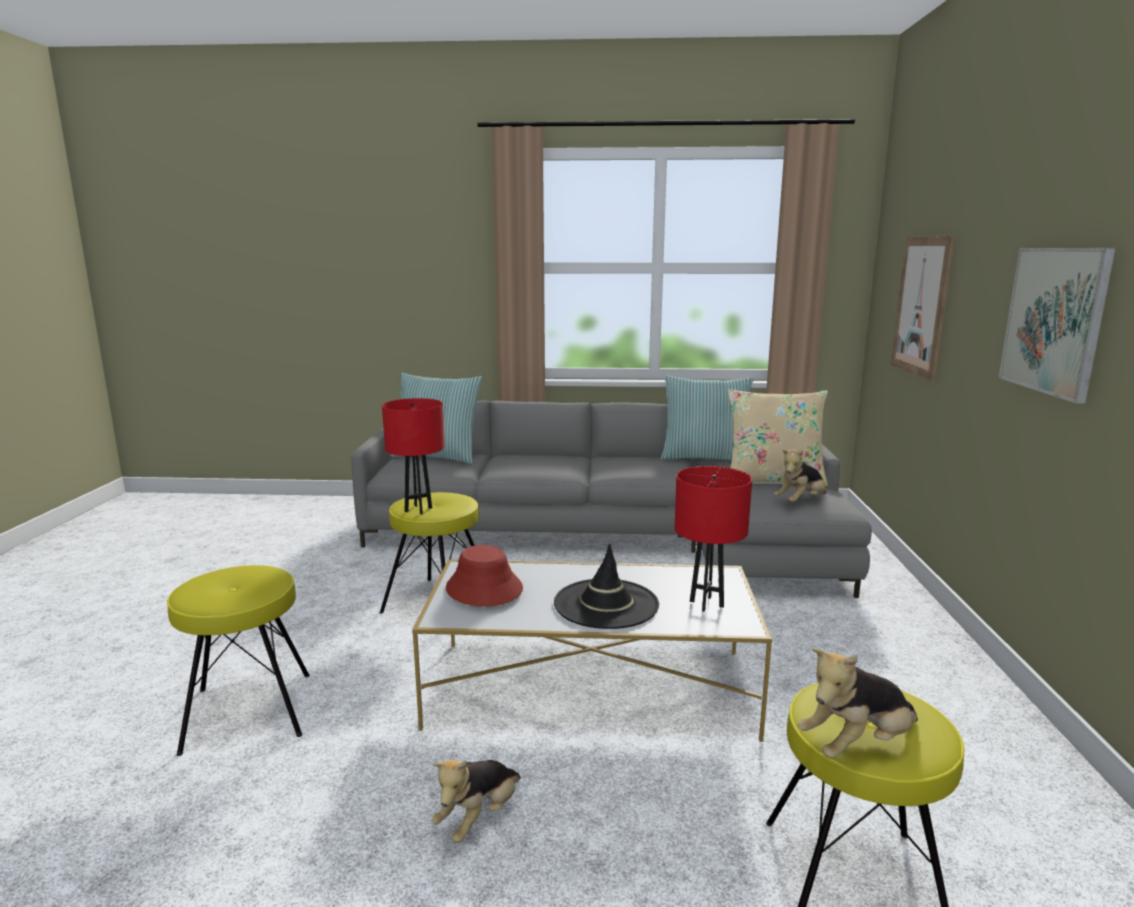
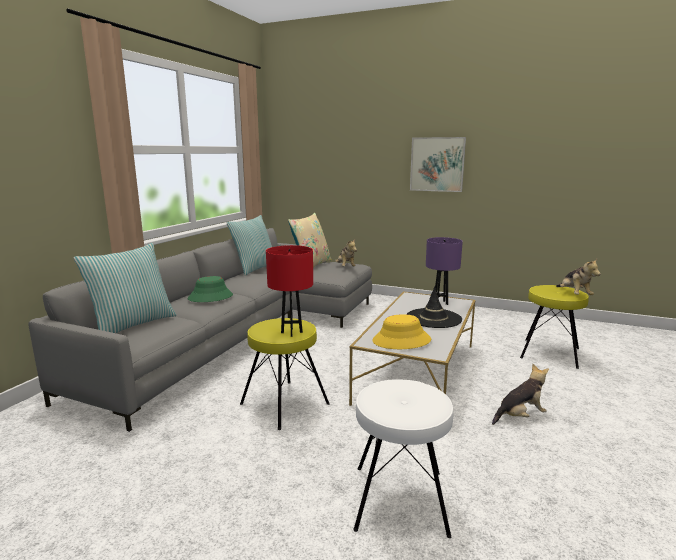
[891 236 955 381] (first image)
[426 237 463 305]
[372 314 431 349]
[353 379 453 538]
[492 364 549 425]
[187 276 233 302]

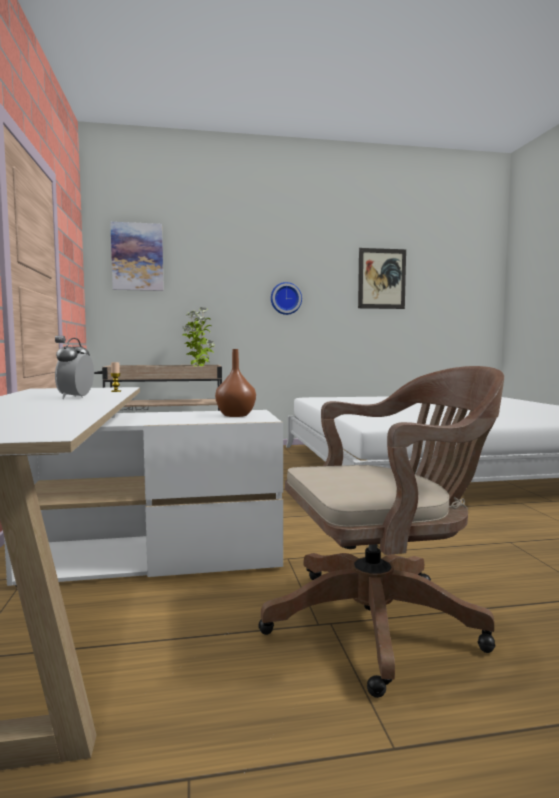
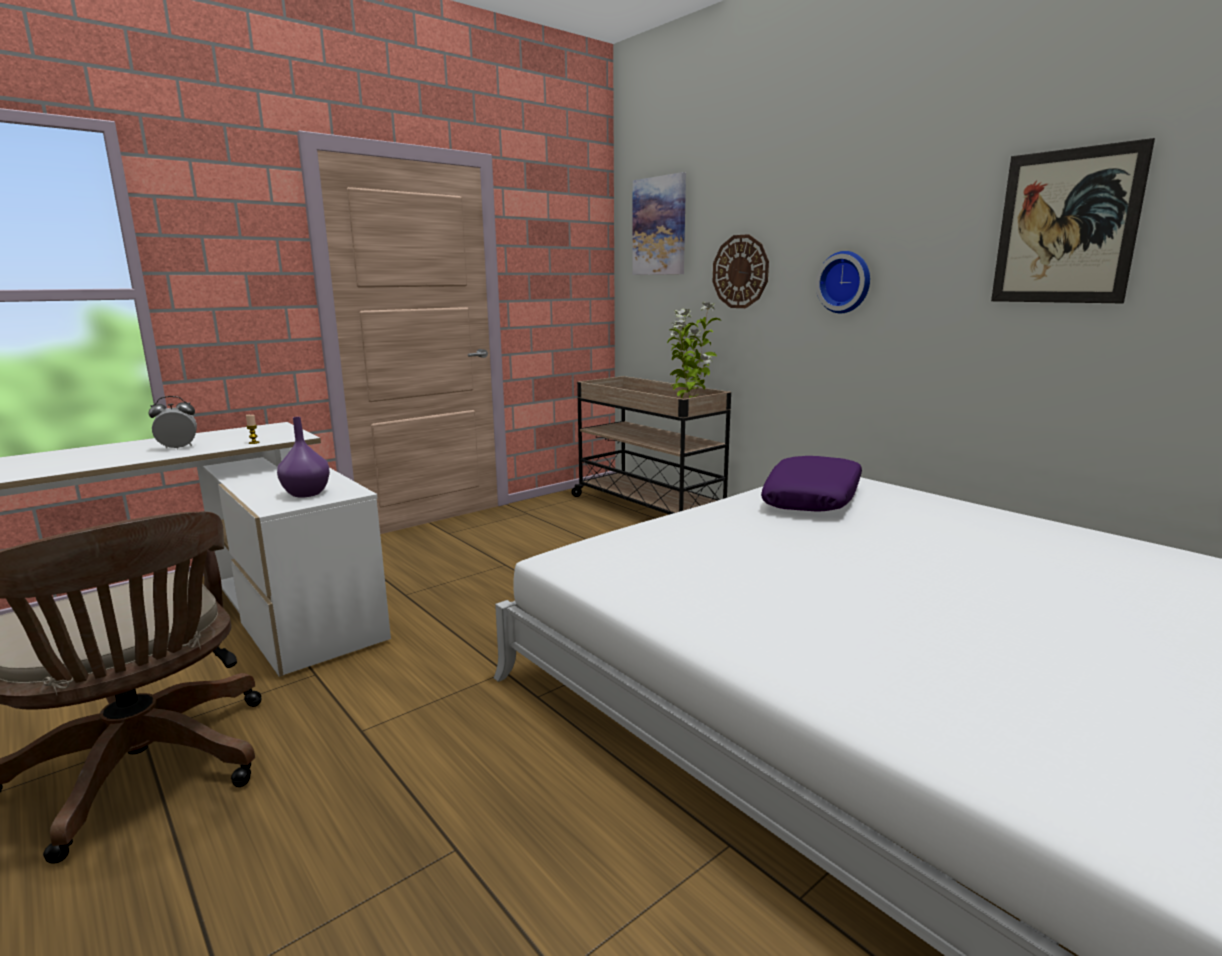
[277 417 330 498]
[713 234 769 308]
[761 456 862 511]

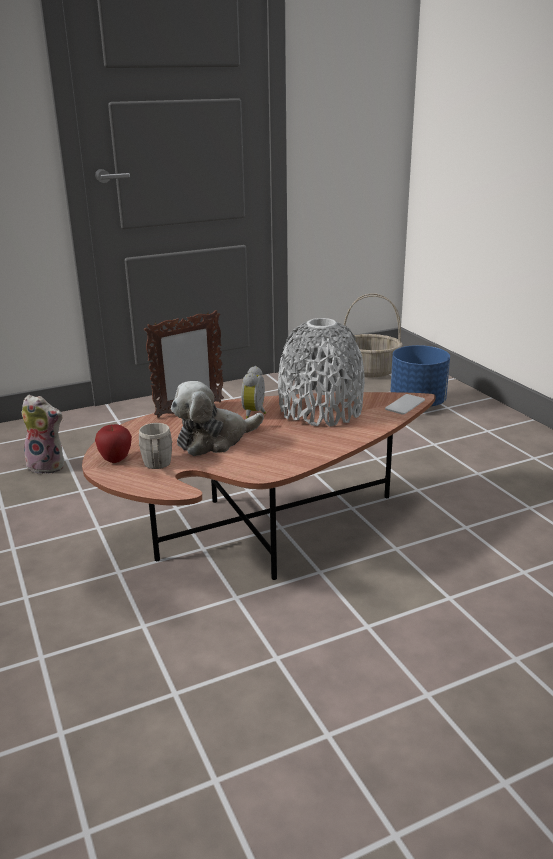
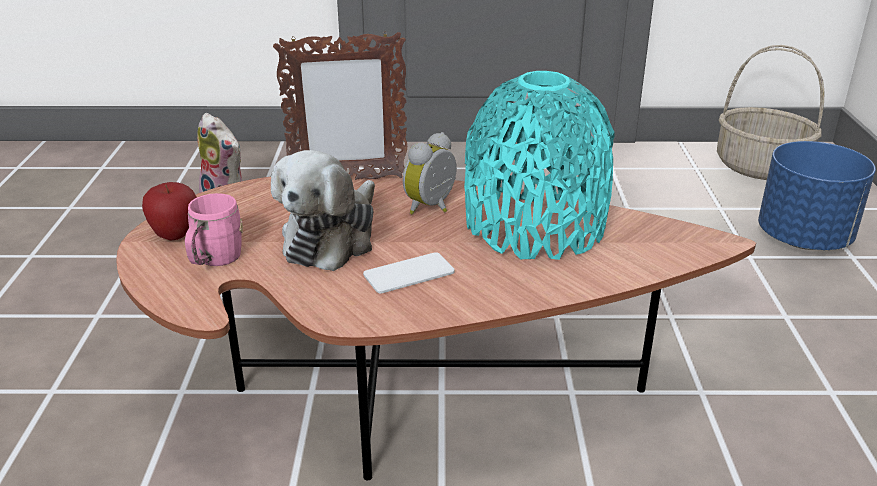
[464 71 615 260]
[271 150 375 271]
[363 252 455 293]
[185 193 243 266]

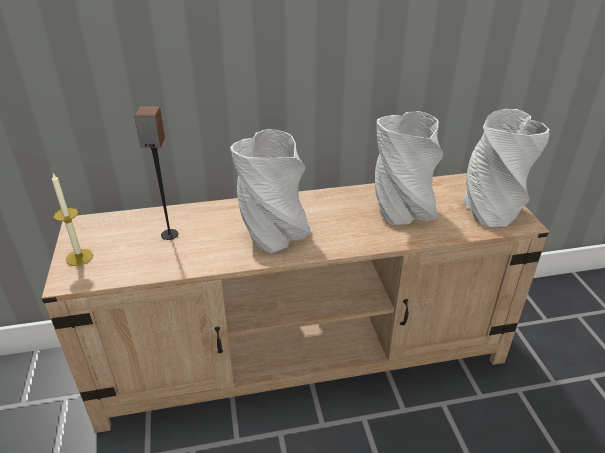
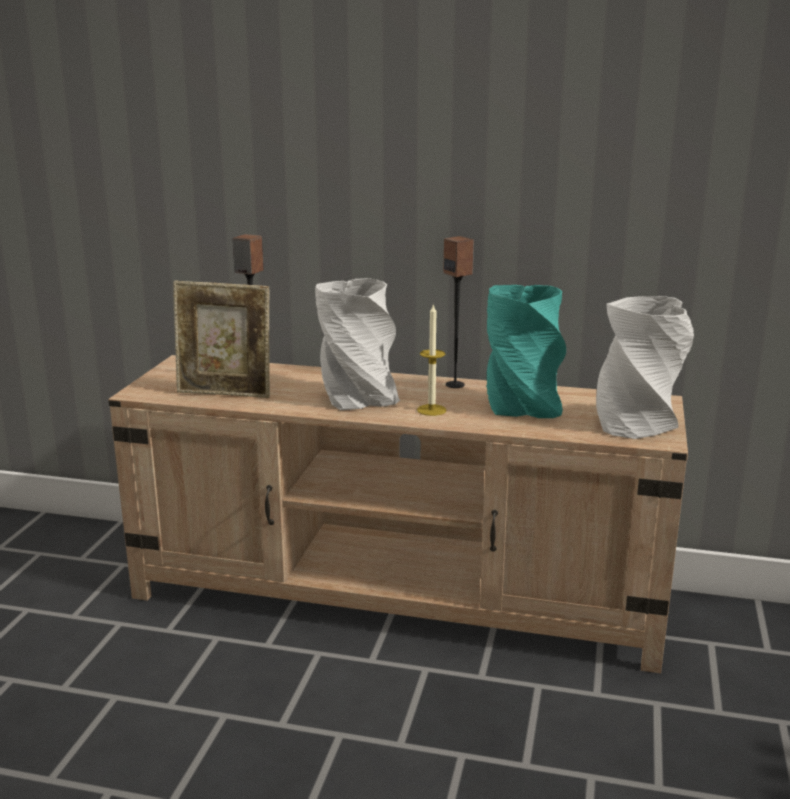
[486 285 566 418]
[417 304 446 416]
[443 236 474 388]
[173 281 270 398]

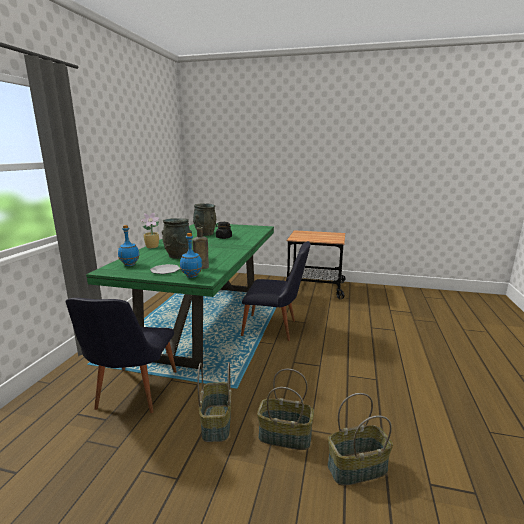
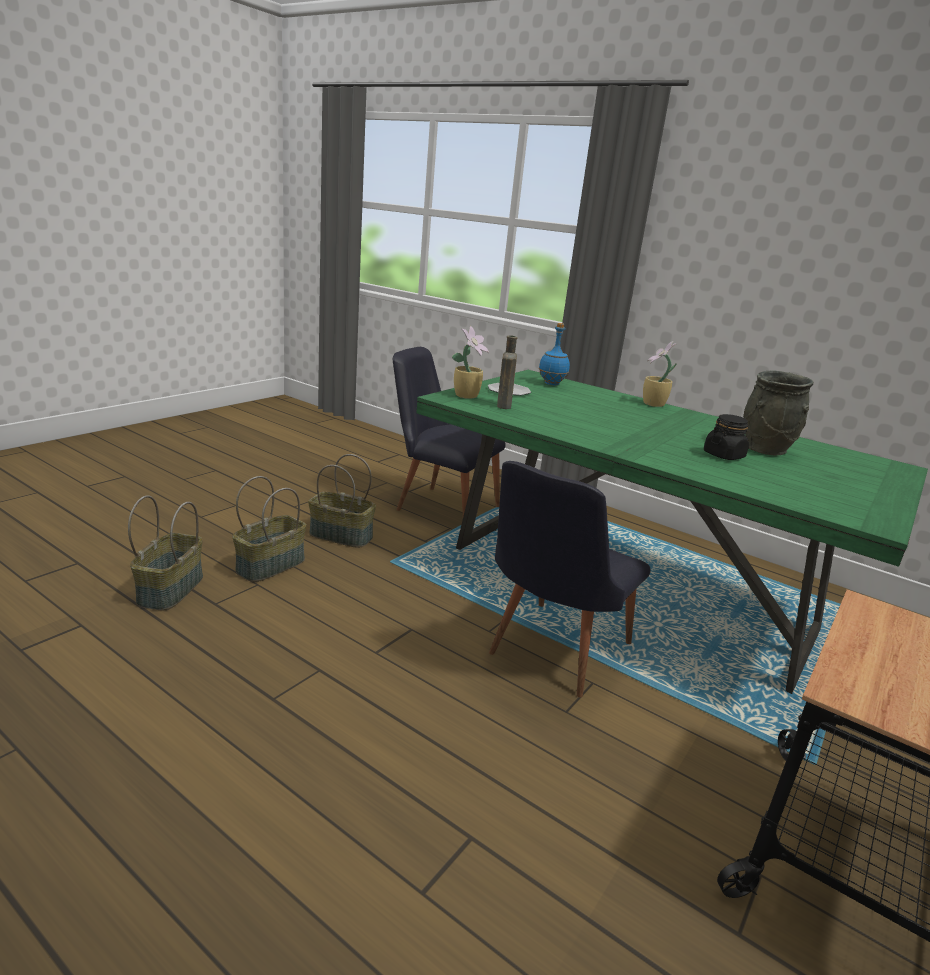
[162 218 192 259] (first image)
[452 326 489 399]

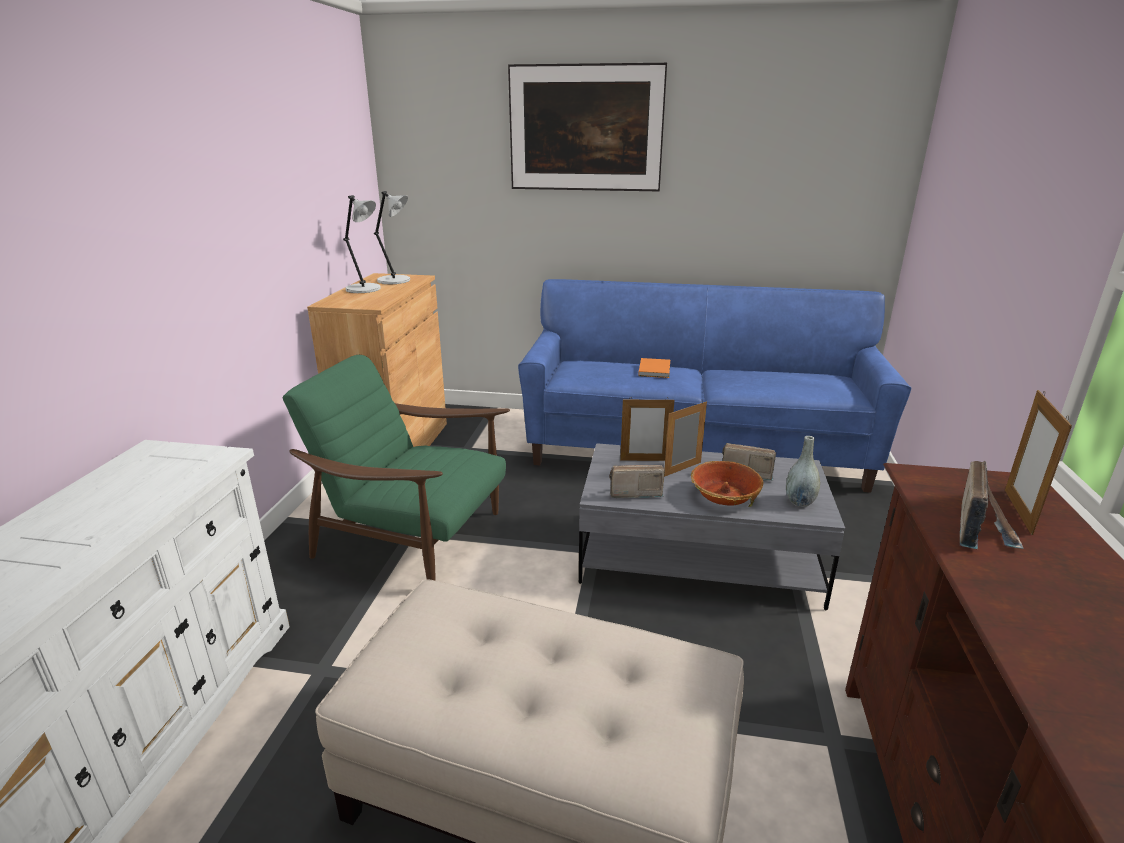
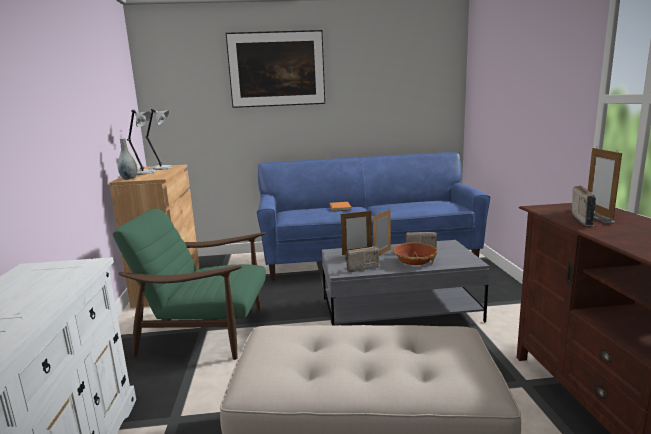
[117 138 137 180]

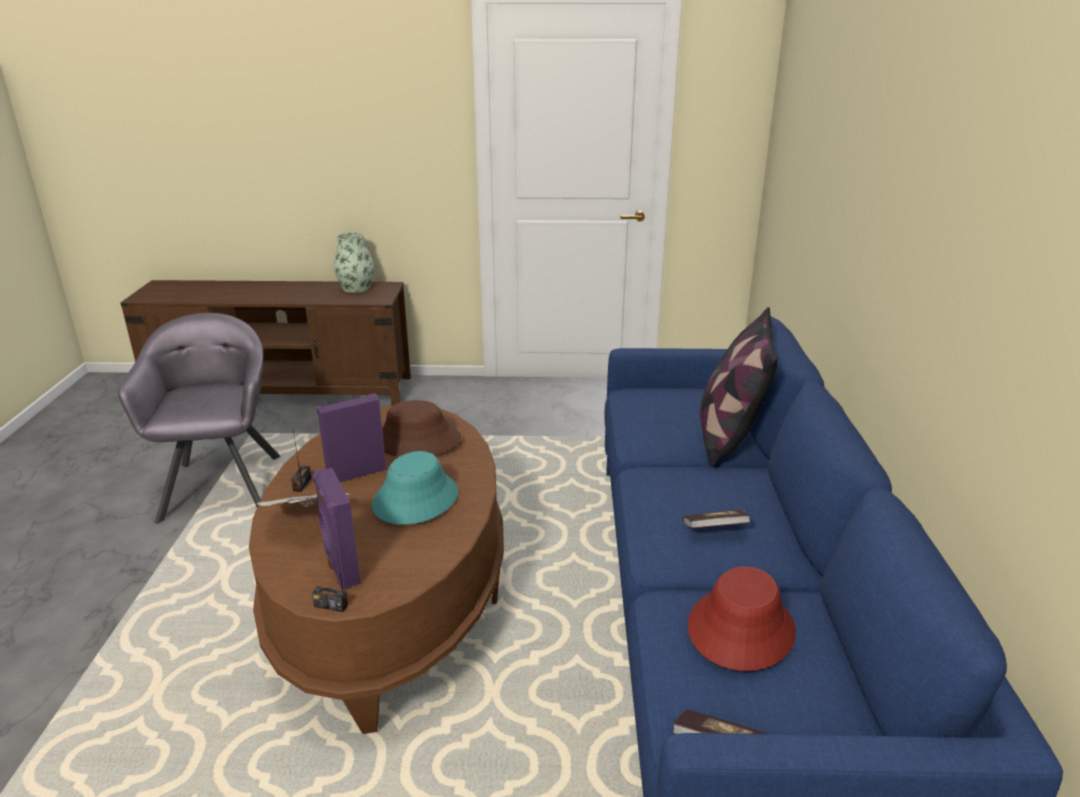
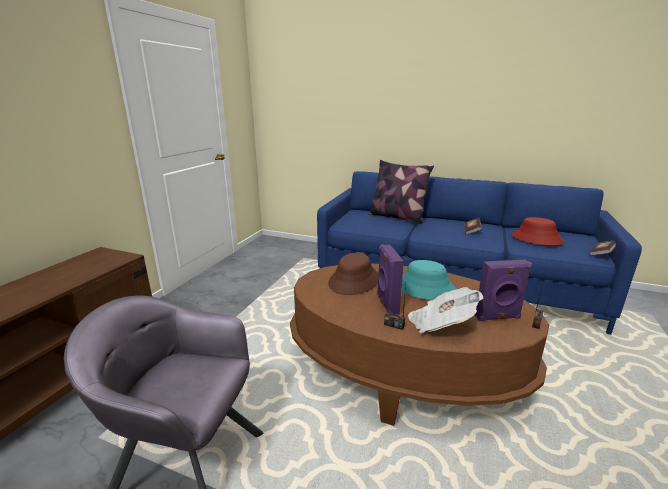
[334 233 374 293] (first image)

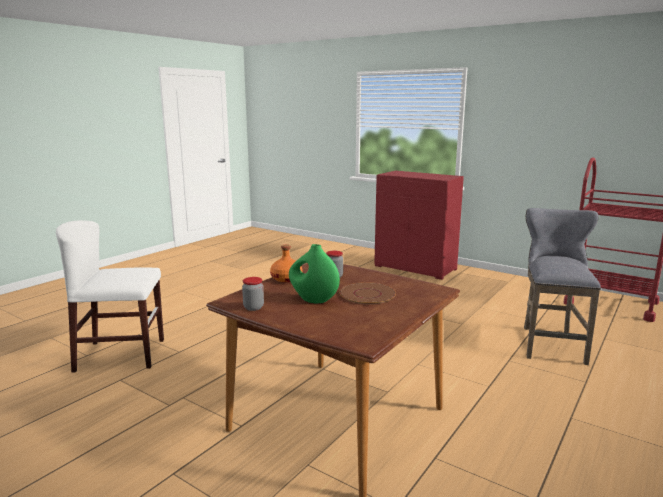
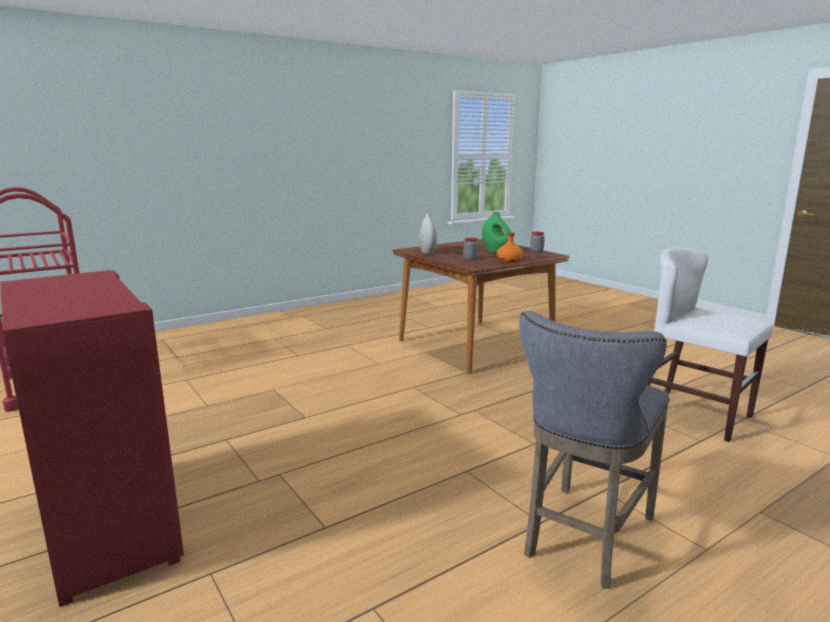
[519 311 670 589]
[647 247 773 442]
[418 213 437 254]

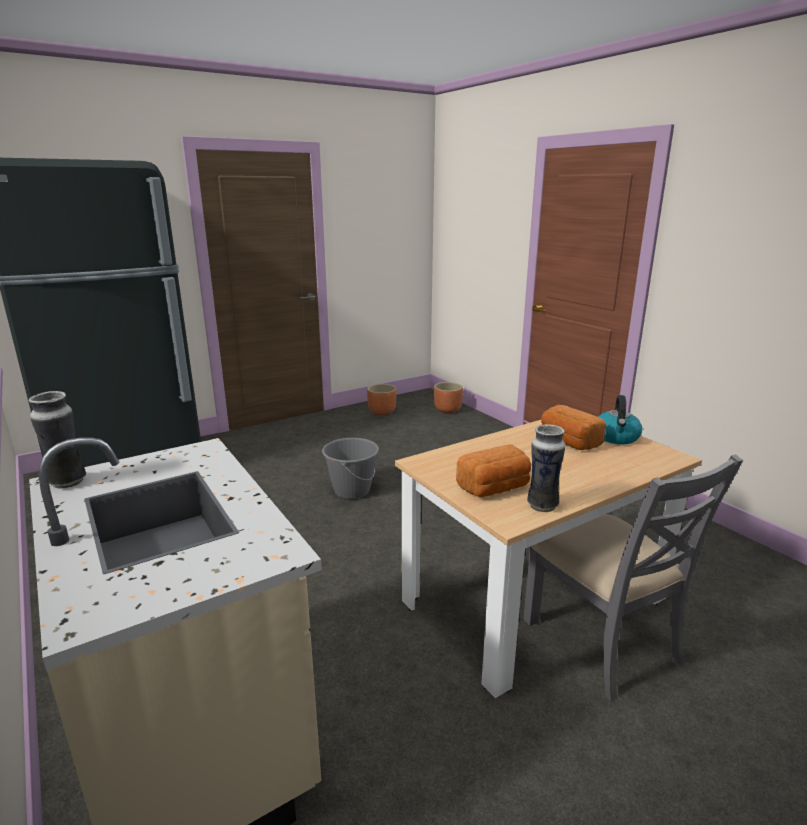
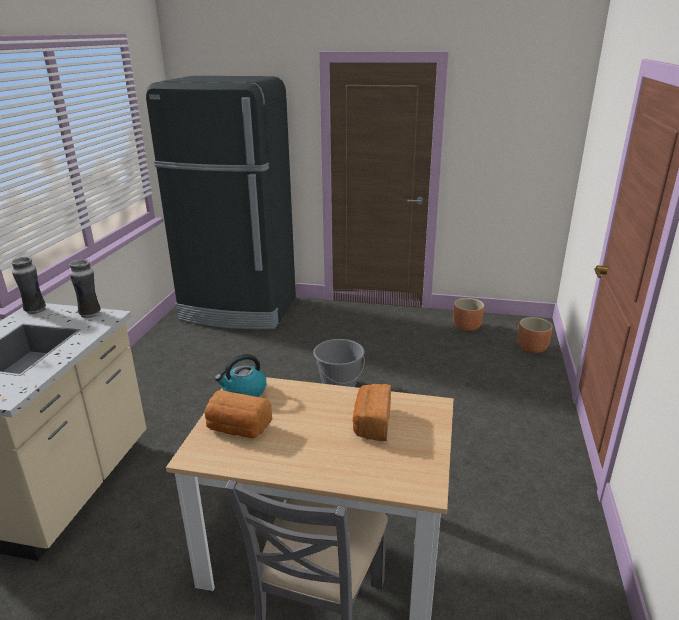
[215 354 266 397]
[69 259 101 318]

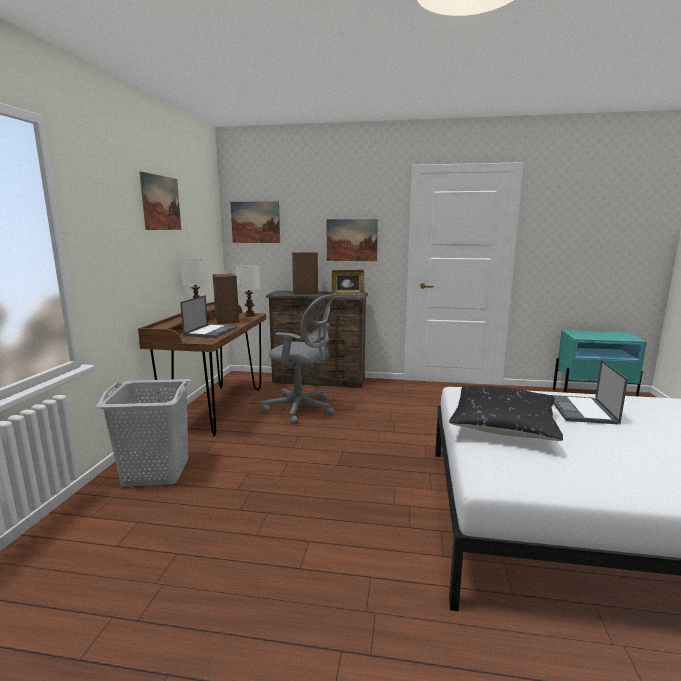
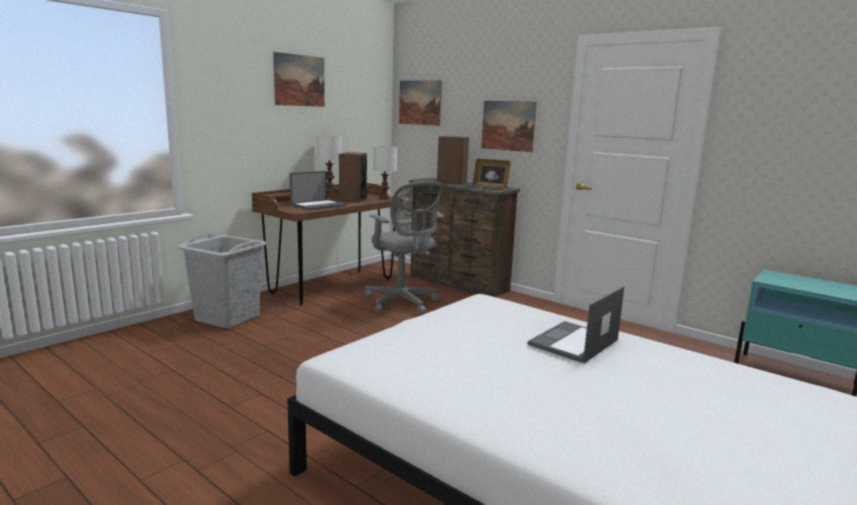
[449 385 563 441] (first image)

